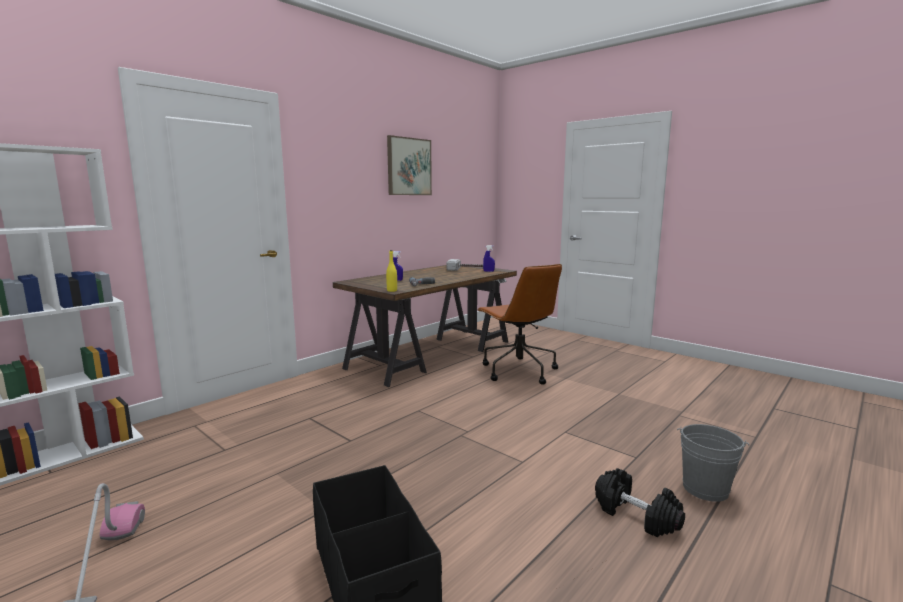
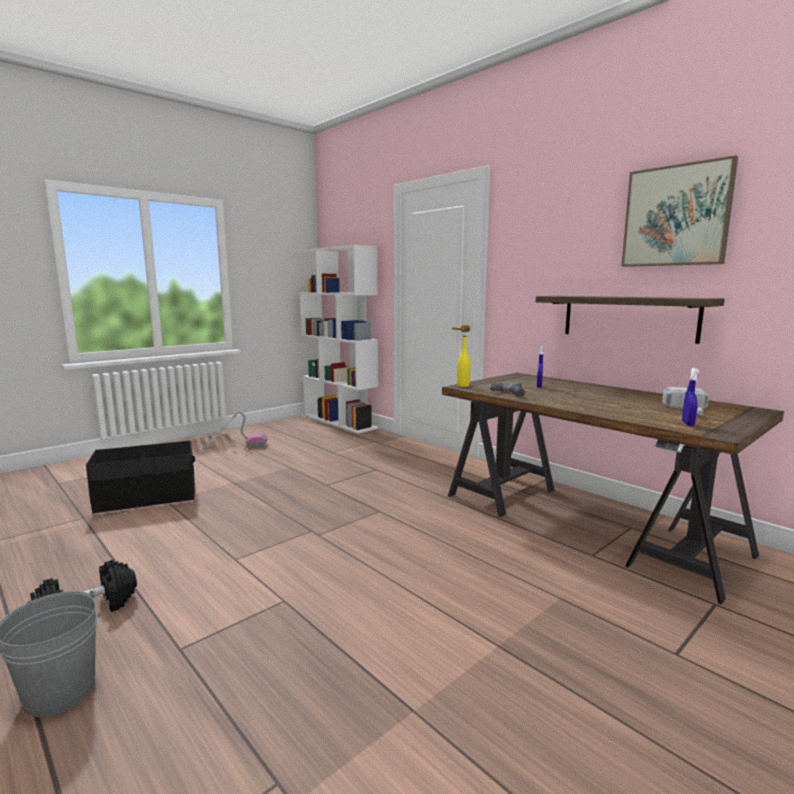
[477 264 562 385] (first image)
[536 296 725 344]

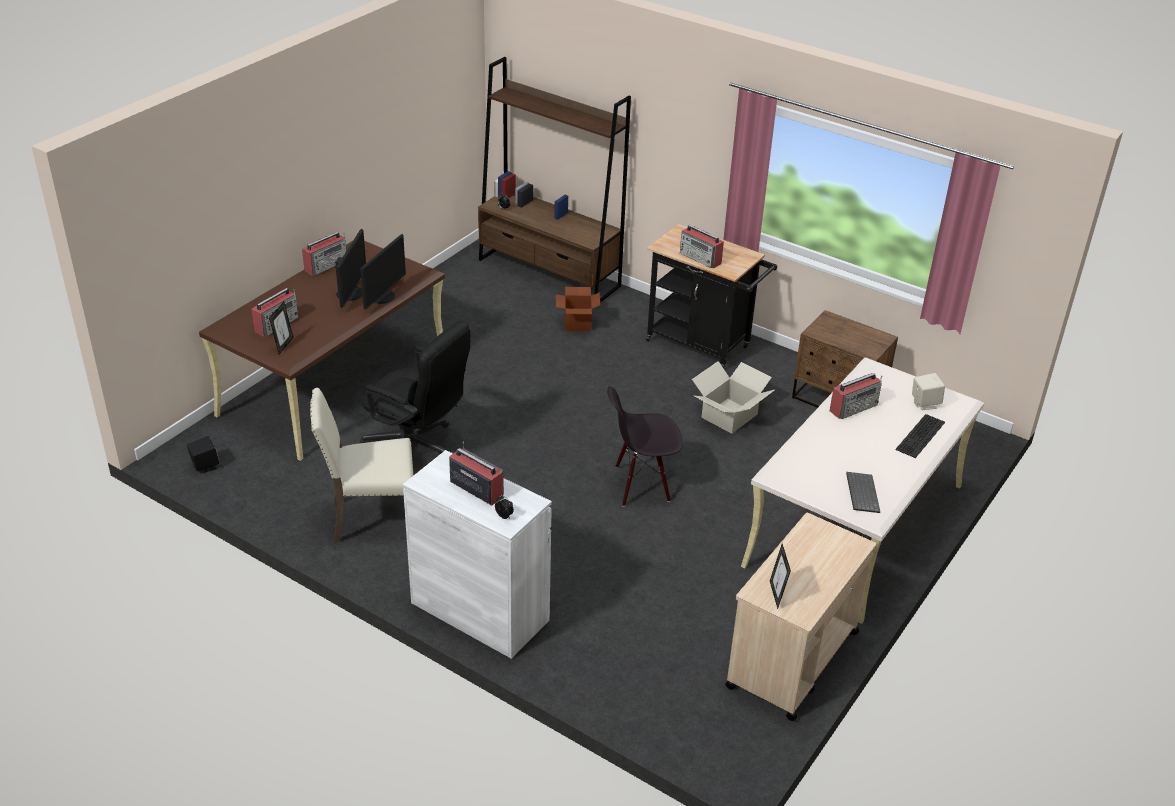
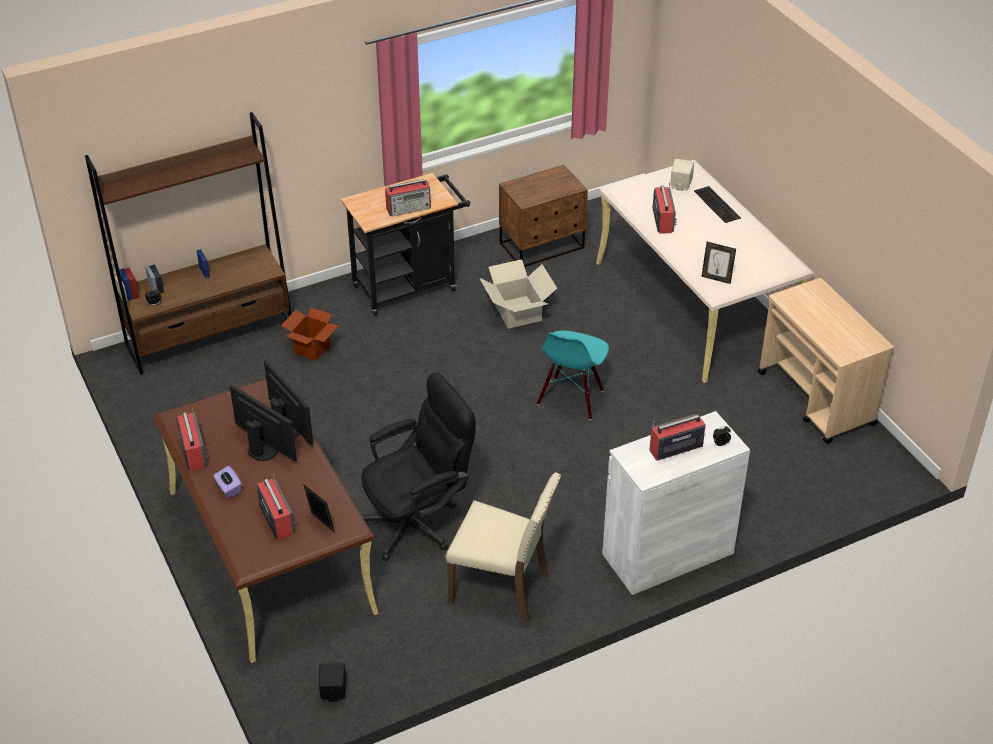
[537 330 609 420]
[446 473 561 621]
[846 472 880 513] (first image)
[701 242 736 284]
[213 466 242 498]

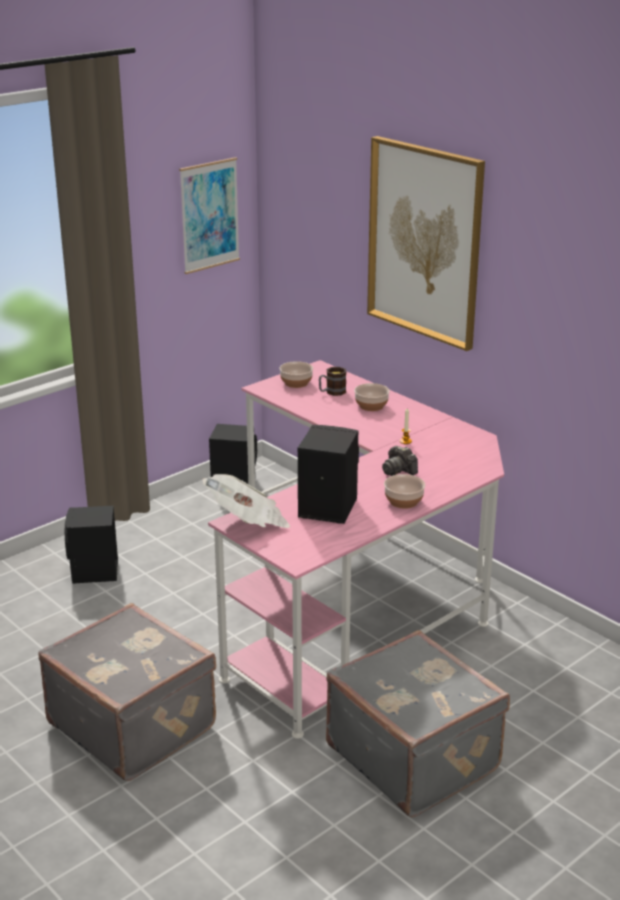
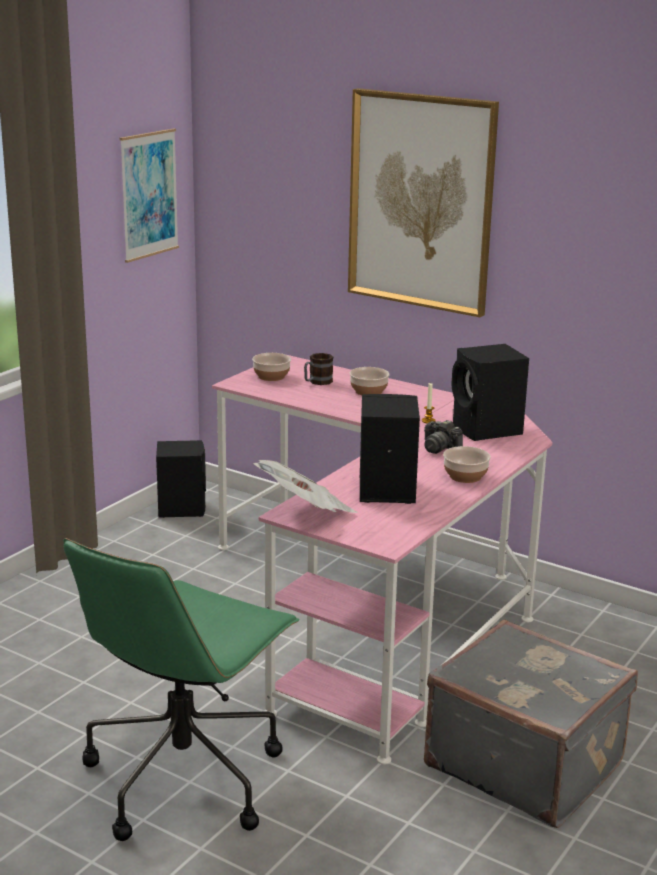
[451 344 529 441]
[63 538 299 841]

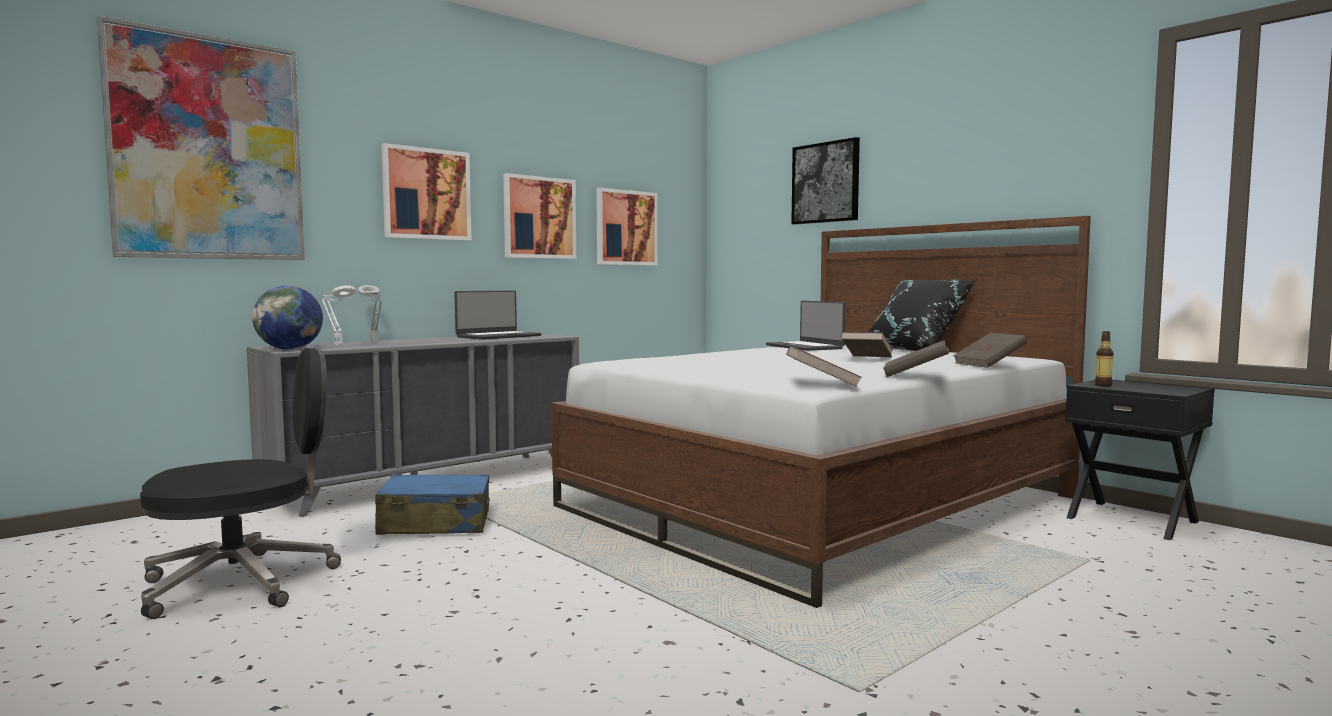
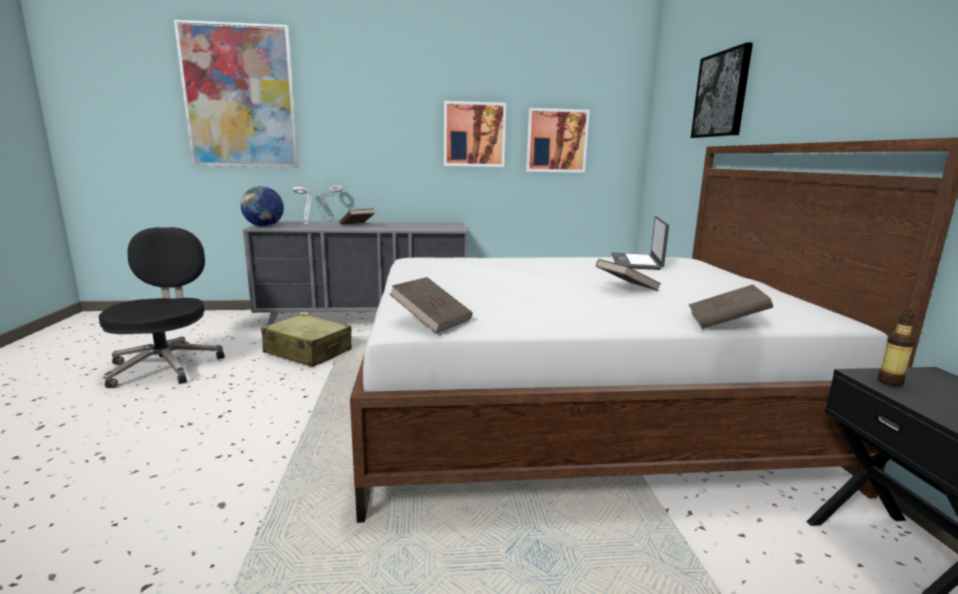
[381 143 471 241] (first image)
[868 279 977 351] (first image)
[454 290 542 340] (first image)
[339 208 375 225]
[99 227 225 388]
[261 314 352 367]

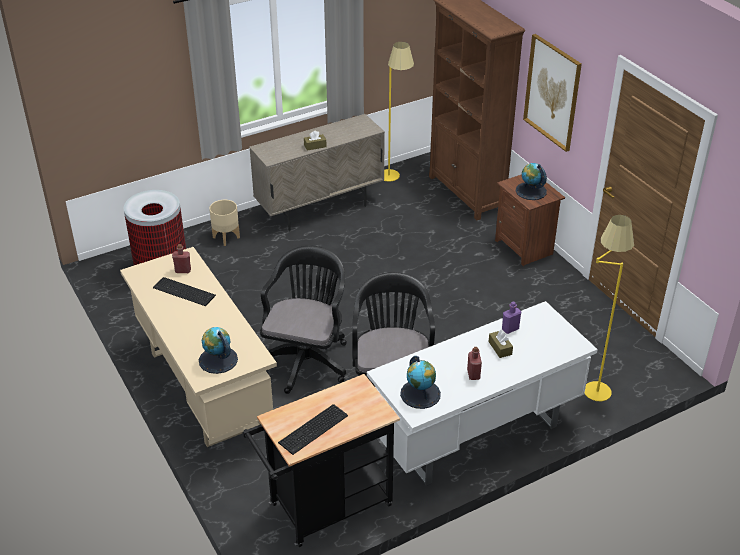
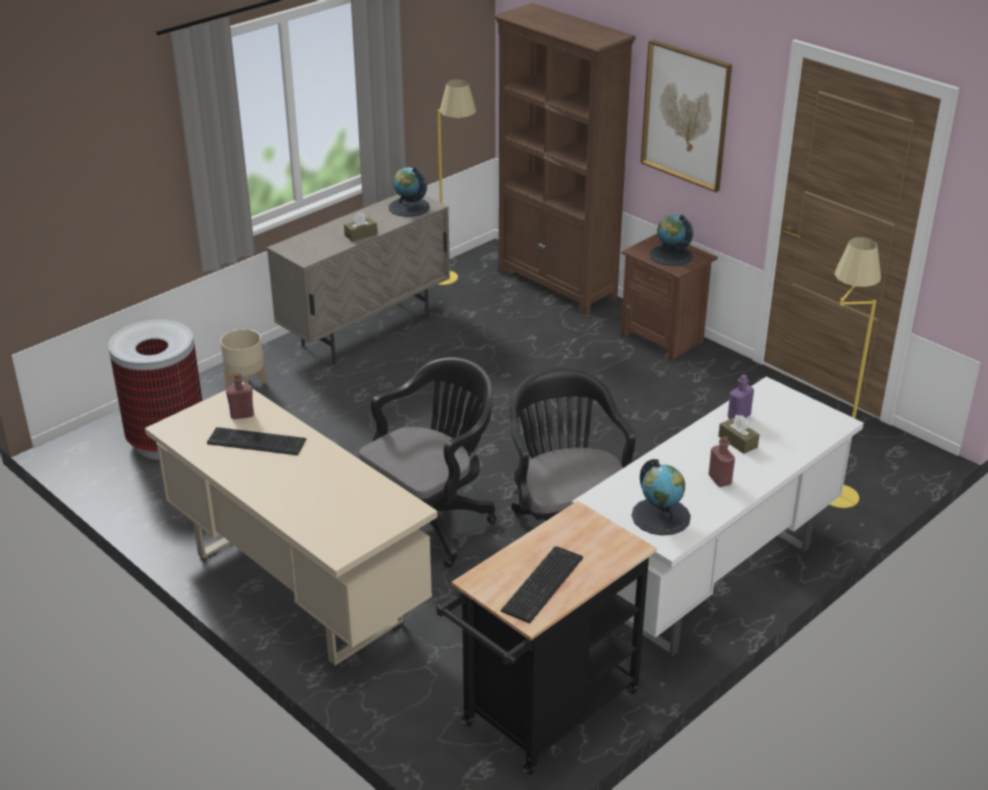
[357 357 496 568]
[389 166 430 217]

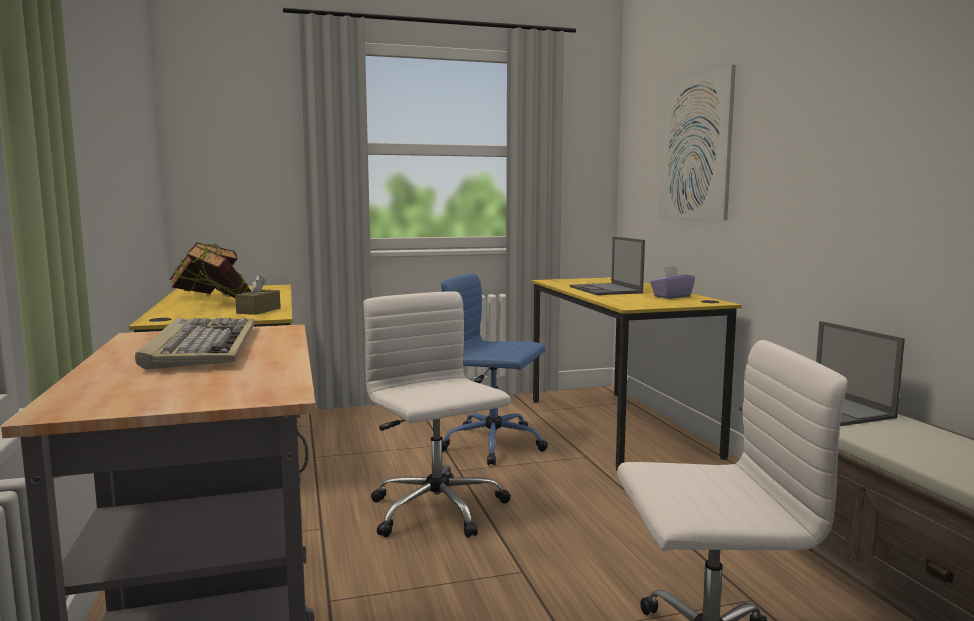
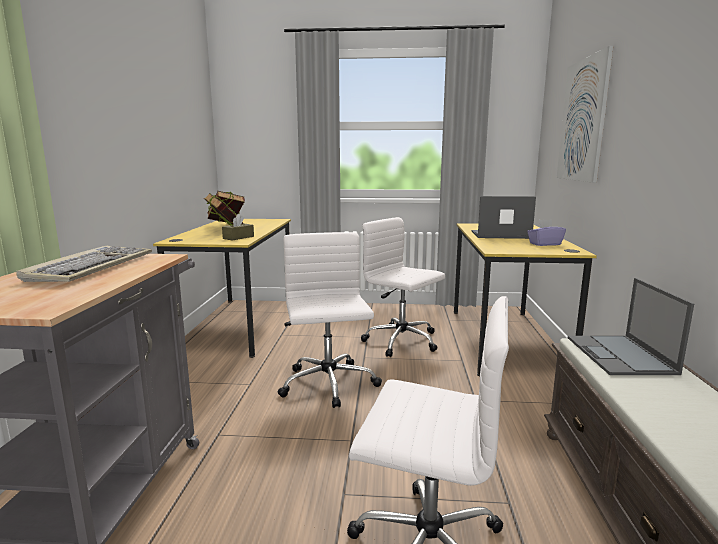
[472 196 536 239]
[361 217 445 357]

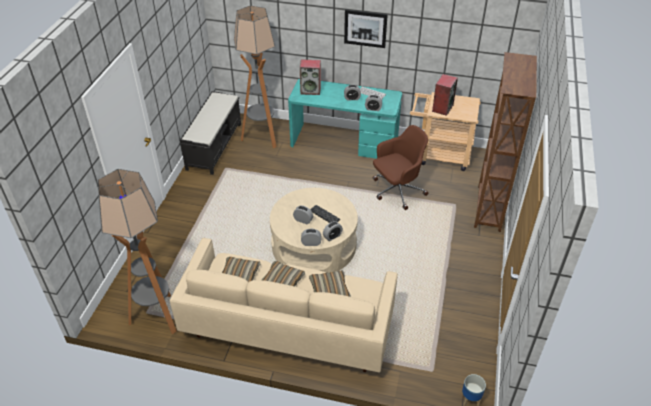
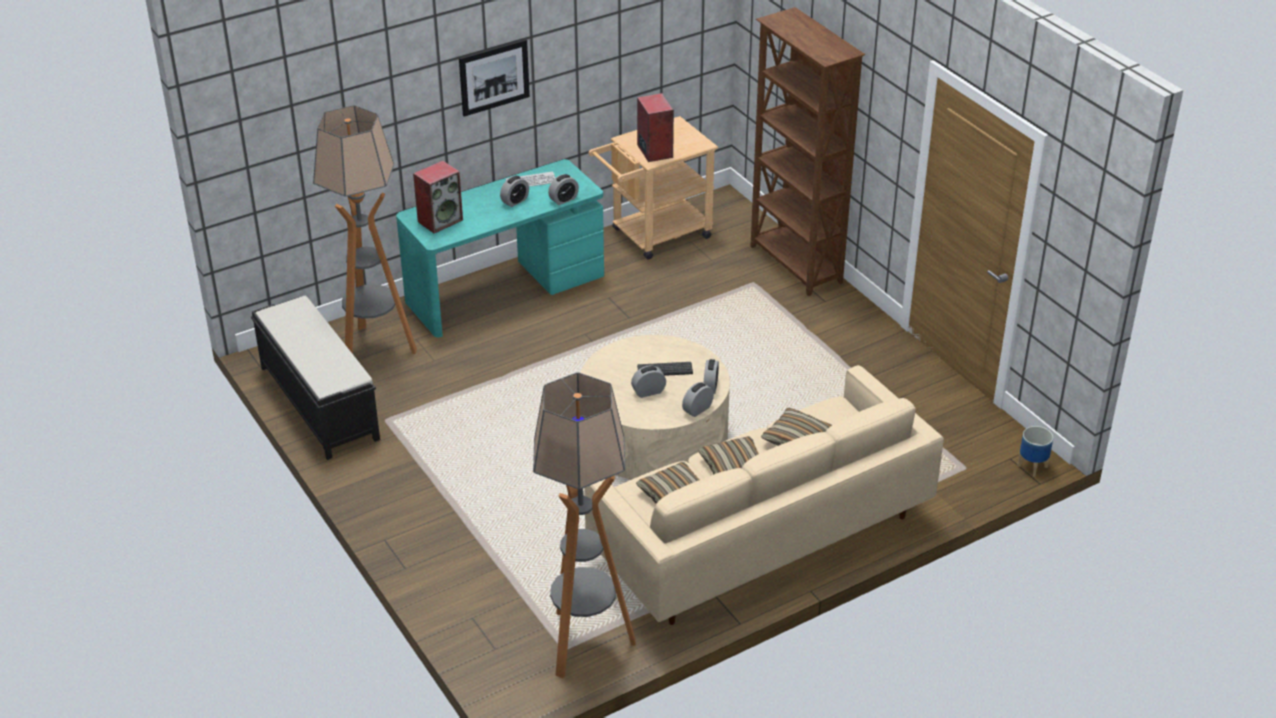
[373 125 428 210] (first image)

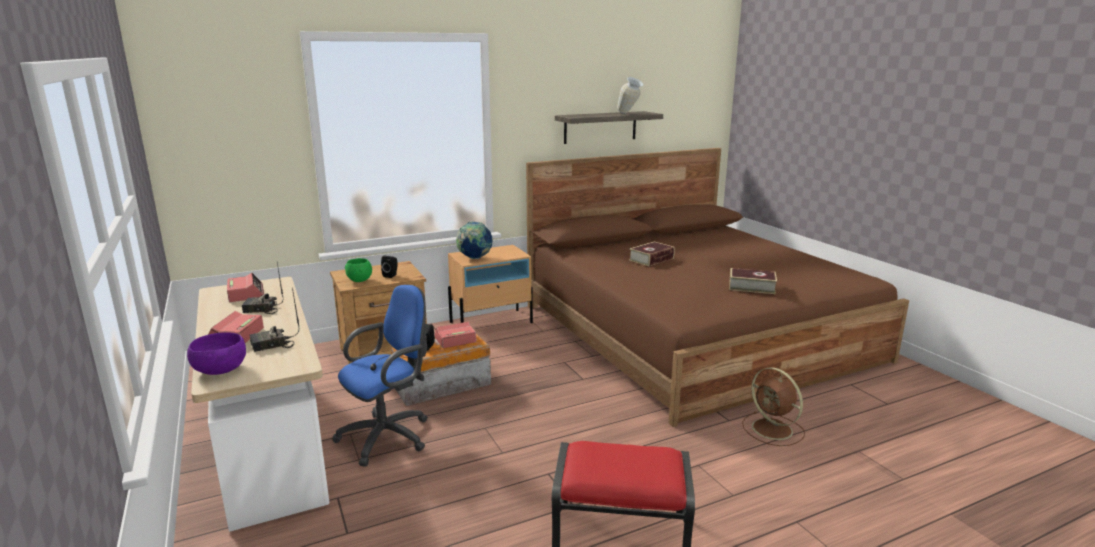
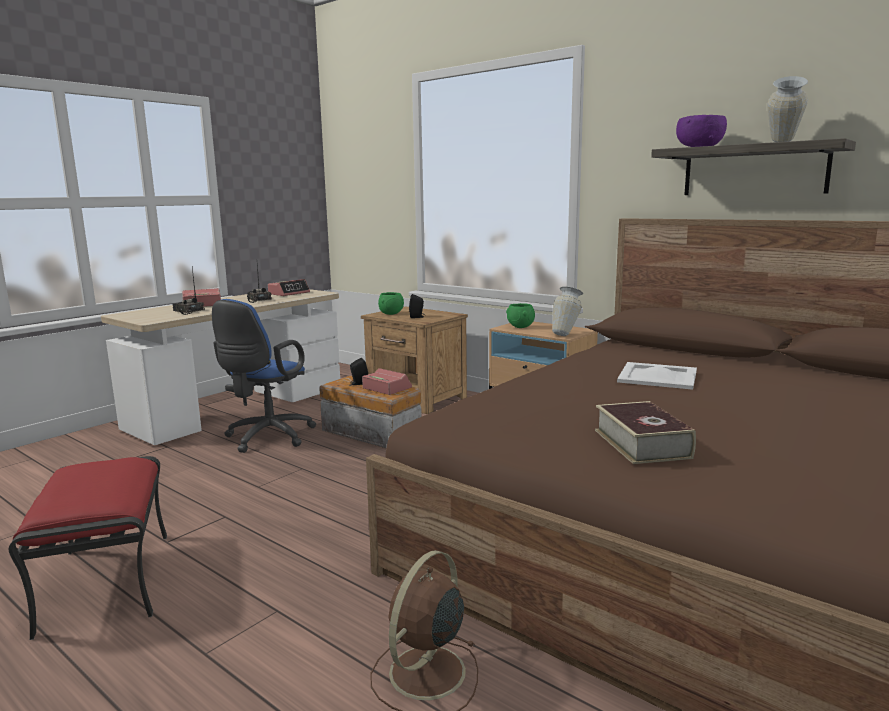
[506 303 535 328]
[617 362 697 390]
[212 299 316 453]
[676 115 727 147]
[552 286 583 336]

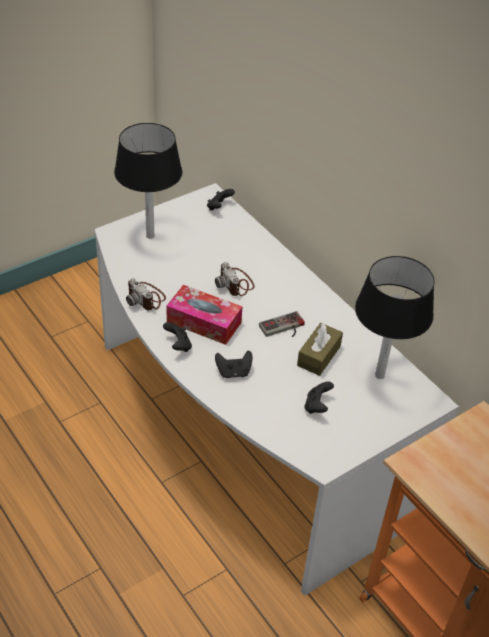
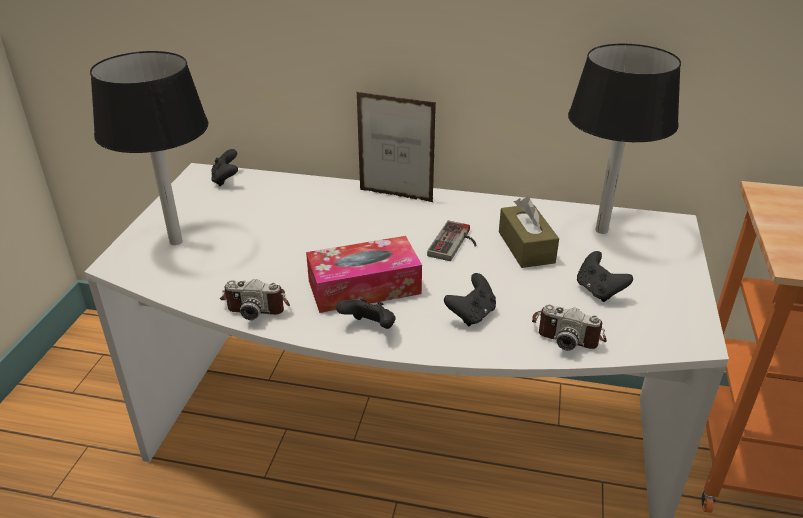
[532 305 607 351]
[357 92 436 202]

